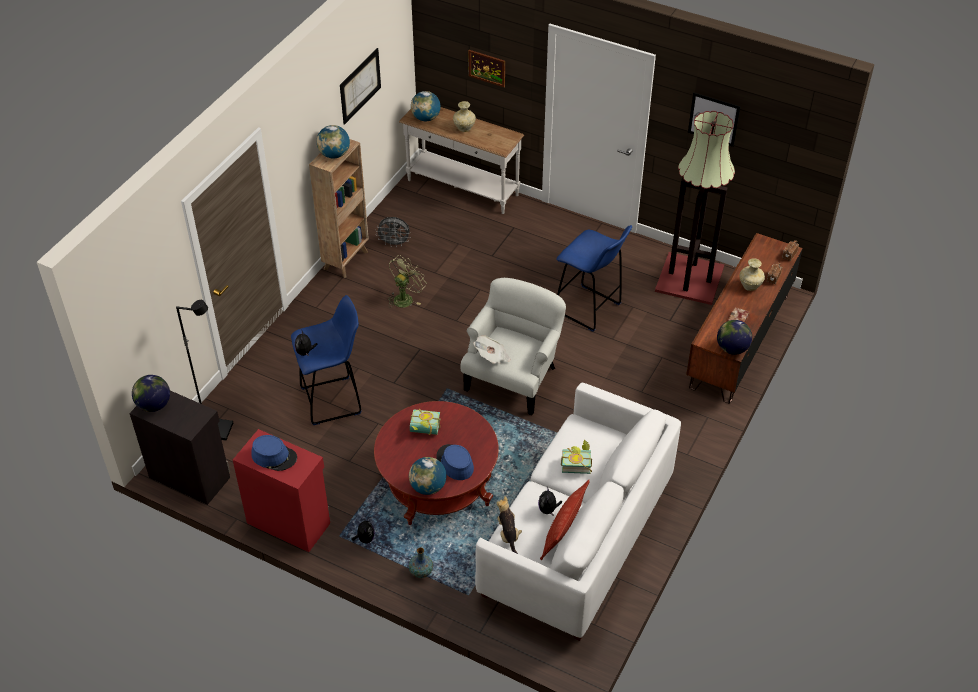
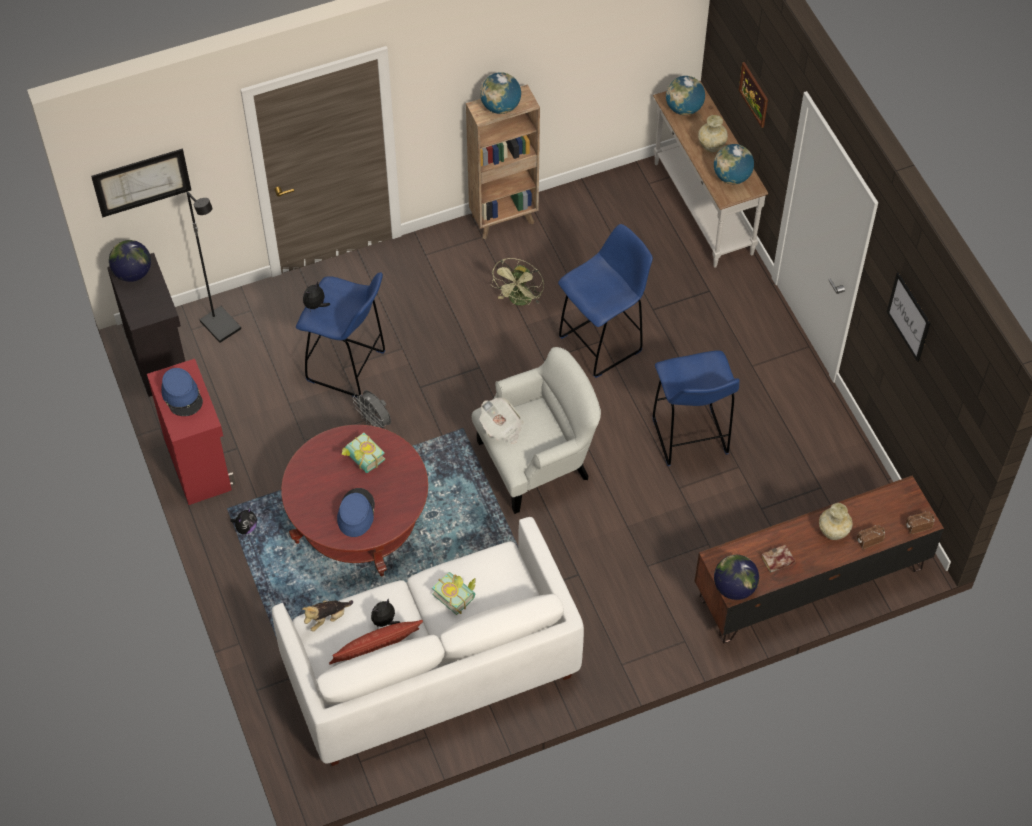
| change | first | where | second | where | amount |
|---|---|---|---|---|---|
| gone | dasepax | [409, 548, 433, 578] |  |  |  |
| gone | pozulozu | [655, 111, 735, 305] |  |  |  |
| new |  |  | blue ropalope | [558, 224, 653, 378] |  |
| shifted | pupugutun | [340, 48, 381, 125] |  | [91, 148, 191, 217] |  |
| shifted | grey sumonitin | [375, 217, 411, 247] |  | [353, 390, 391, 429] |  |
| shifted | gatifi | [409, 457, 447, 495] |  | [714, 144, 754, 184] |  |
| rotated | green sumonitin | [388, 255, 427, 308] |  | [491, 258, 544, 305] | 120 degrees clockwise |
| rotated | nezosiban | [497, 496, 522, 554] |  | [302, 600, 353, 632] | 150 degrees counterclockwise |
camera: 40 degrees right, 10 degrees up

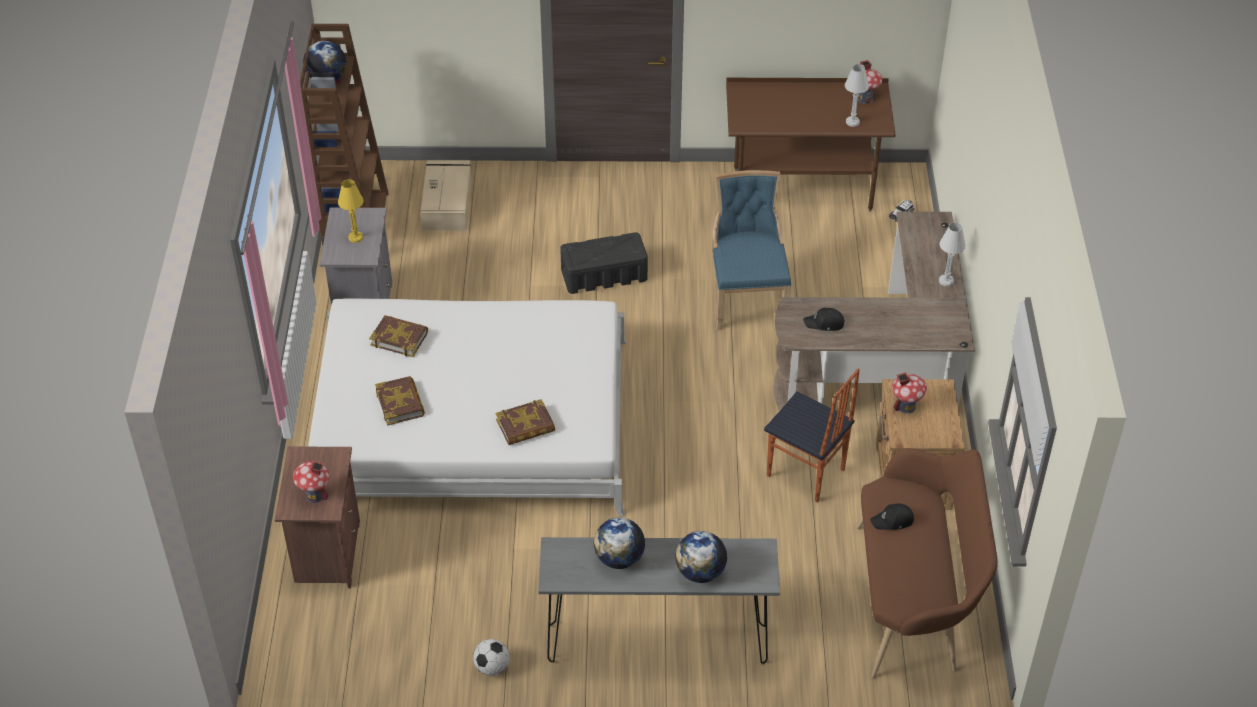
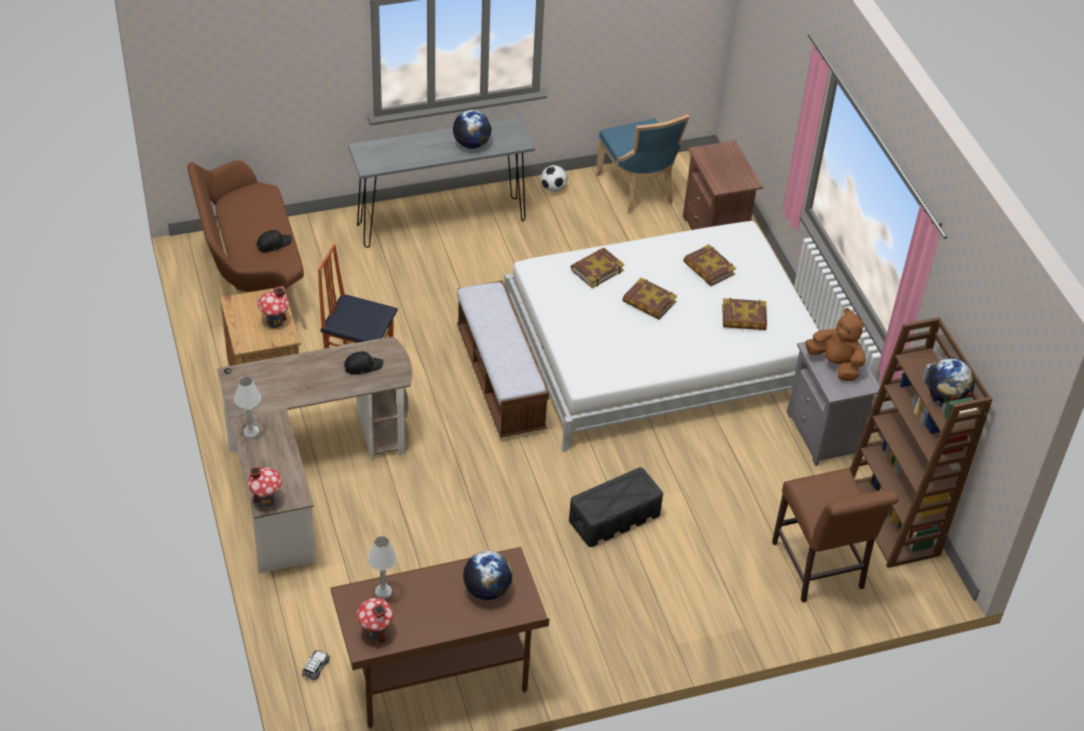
| change | first | where | second | where | amount |
|---|---|---|---|---|---|
| new |  |  | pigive | [457, 280, 549, 438] |  |
| new |  |  | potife | [622, 278, 677, 319] |  |
| shifted | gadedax | [293, 460, 329, 503] |  | [248, 466, 282, 507] |  |
| shifted | gatifi | [675, 531, 727, 583] |  | [463, 551, 513, 600] |  |
| shifted | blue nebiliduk | [713, 170, 791, 330] |  | [595, 114, 690, 214] |  |
| swapped | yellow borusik | [338, 179, 364, 243] | brown nezosiban | [805, 308, 866, 381] |  |
| swapped | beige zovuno | [421, 160, 471, 230] | brown nebiliduk | [772, 468, 899, 603] |  |
camera: 160 degrees right, 0 degrees up

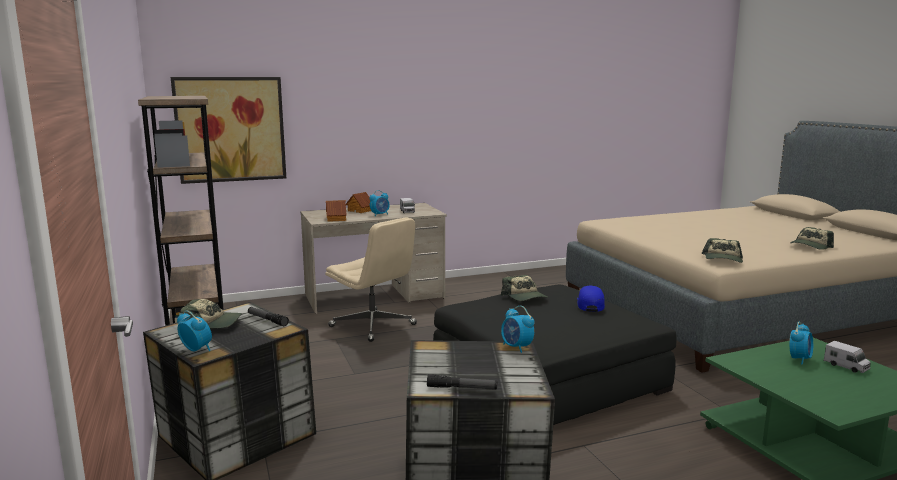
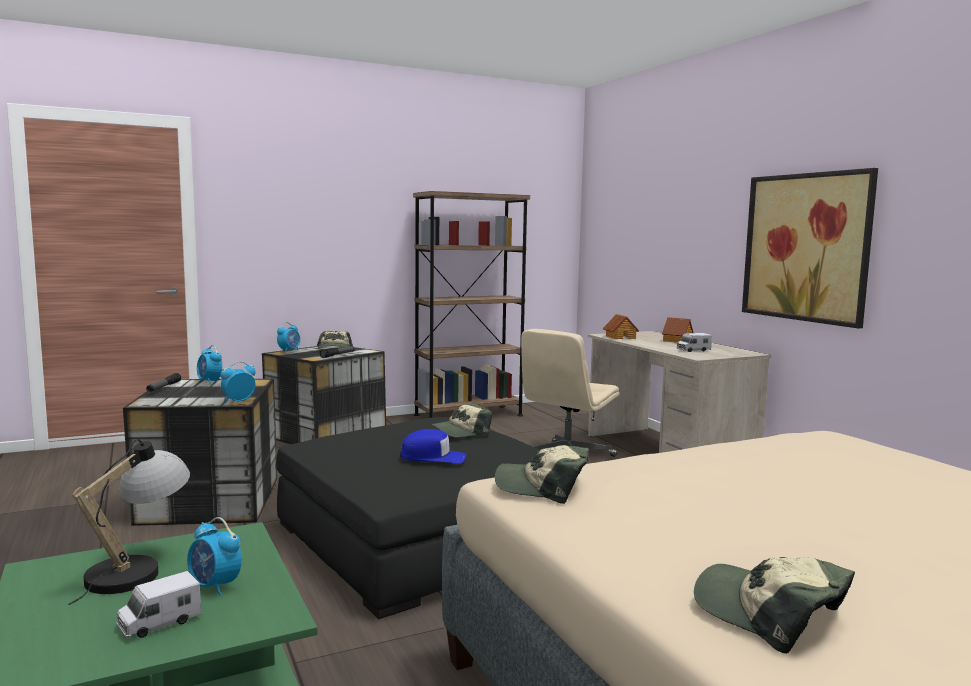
| change | first | where | second | where | amount |
|---|---|---|---|---|---|
| new |  |  | borusik | [68, 439, 190, 605] |  |
| shifted | pupugutun | [171, 77, 286, 184] |  | [742, 168, 878, 329] |  |
| shifted | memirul | [369, 190, 389, 216] |  | [197, 345, 222, 385] |  |
camera: 85 degrees right, 5 degrees down

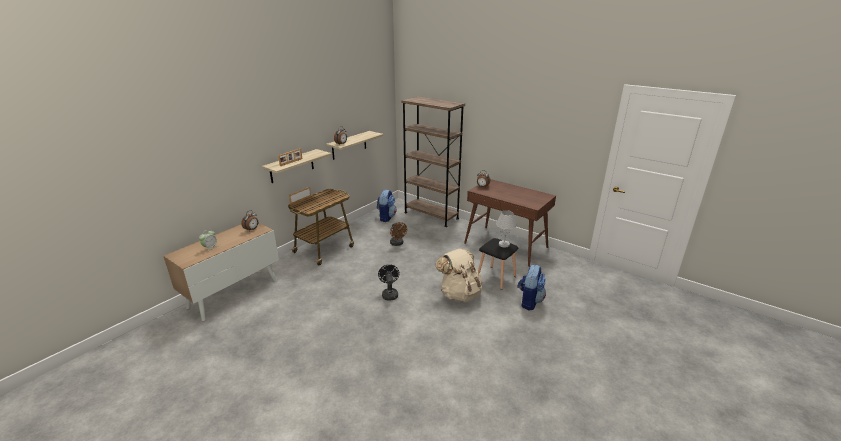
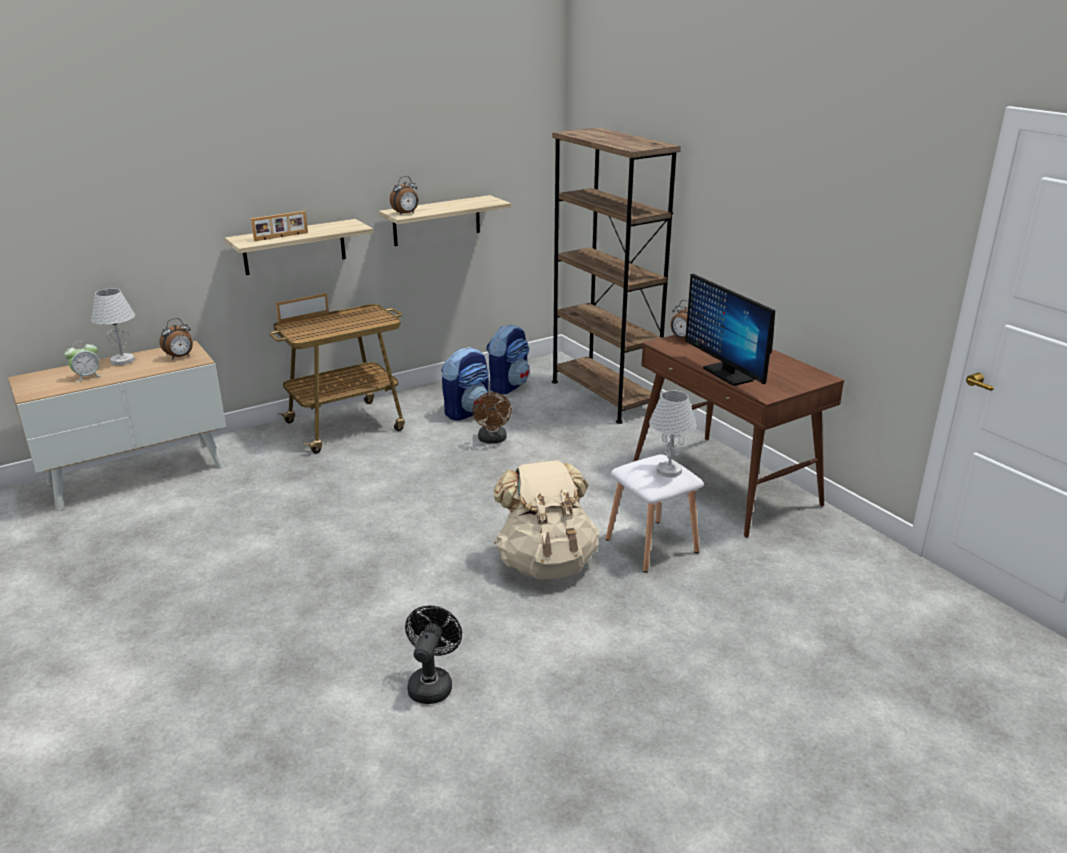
| change | first | where | second | where | amount |
|---|---|---|---|---|---|
| new |  |  | white borusik | [91, 288, 135, 365] |  |
| new |  |  | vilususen | [685, 274, 775, 386] |  |
| shifted | black sumonitin | [378, 264, 400, 300] |  | [405, 606, 462, 704] |  |
| shifted | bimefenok | [517, 265, 546, 310] |  | [441, 347, 489, 421] |  |
| repainted | black ropalope | [478, 238, 518, 290] | white ropalope | [606, 454, 703, 573] |  |
camera: 20 degrees right, 0 degrees up

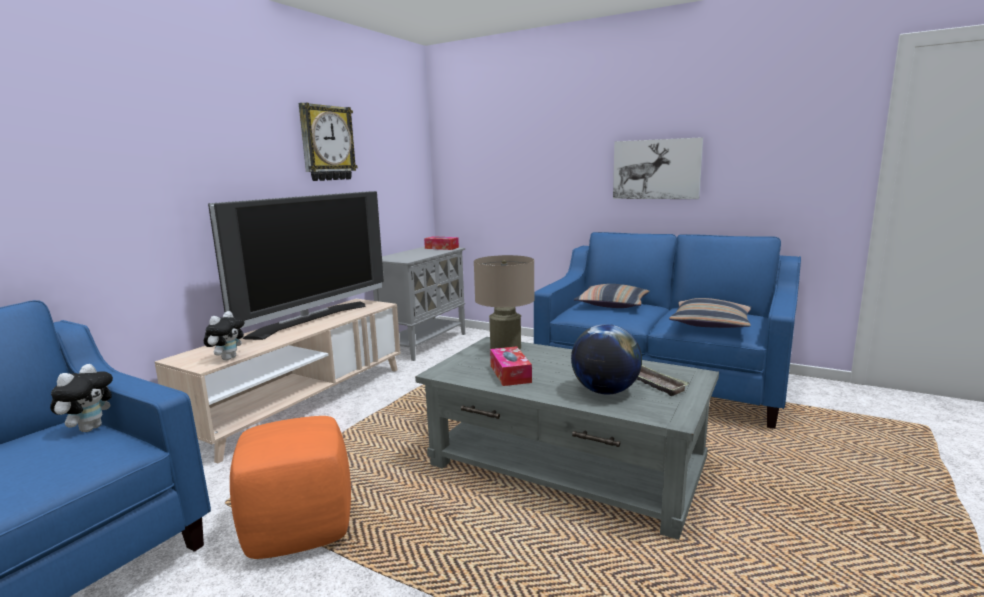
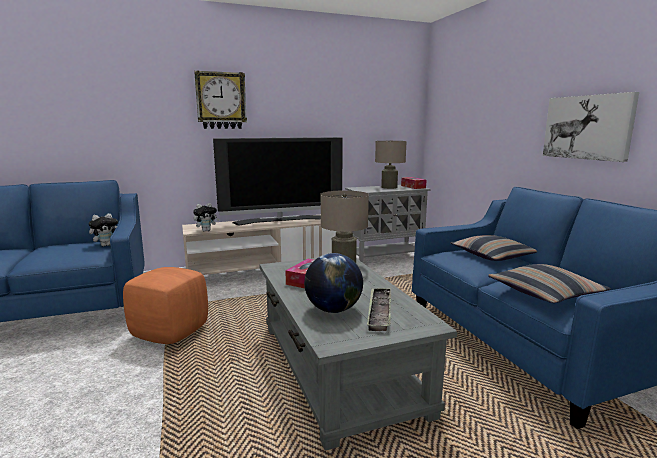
| change | first | where | second | where | amount |
|---|---|---|---|---|---|
| new |  |  | beige borusik | [375, 141, 407, 189] |  |
| shifted | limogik | [299, 103, 358, 181] |  | [194, 70, 247, 129] |  |
camera: 40 degrees right, 0 degrees up

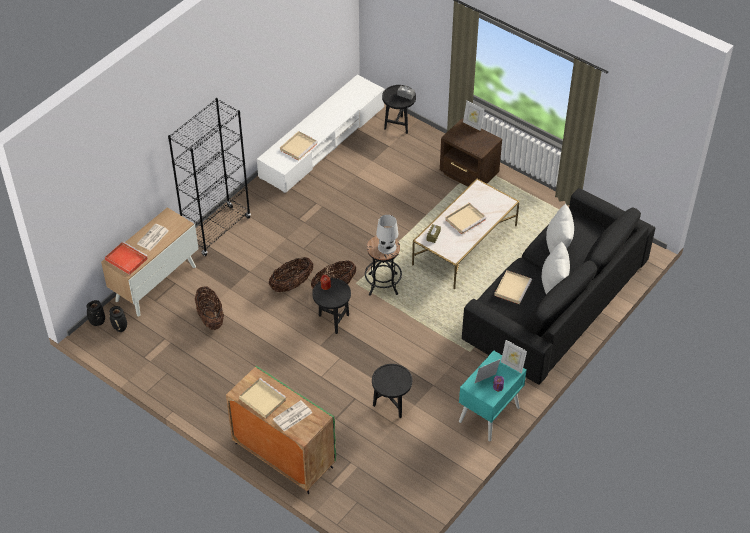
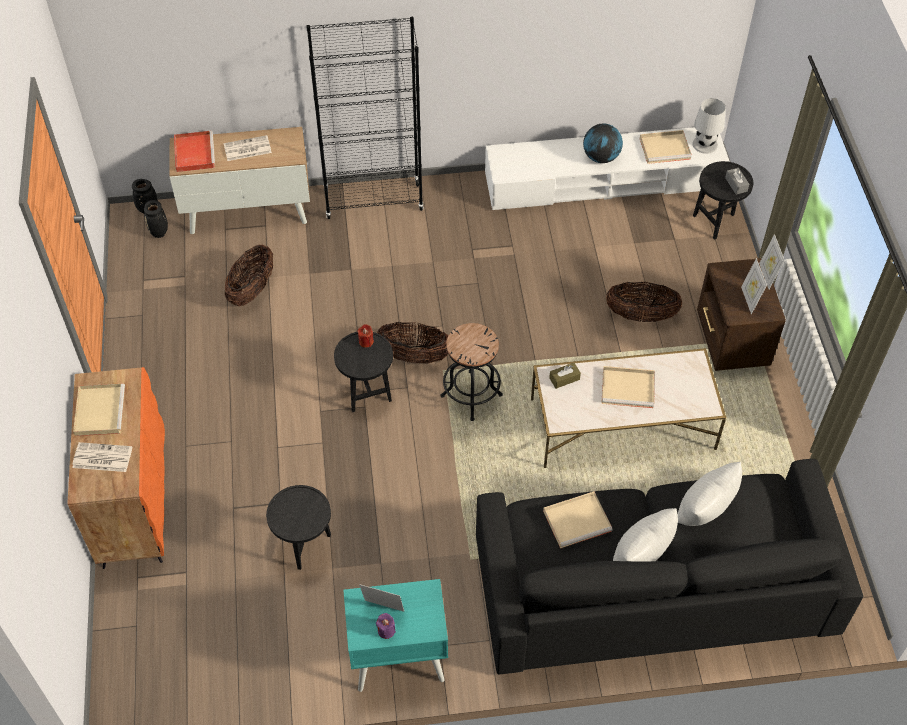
| change | first | where | second | where | amount |
|---|---|---|---|---|---|
| new |  |  | gatifi | [583, 124, 623, 163] |  |
| shifted | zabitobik | [269, 257, 313, 292] |  | [606, 282, 682, 322] |  |
| shifted | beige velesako | [280, 131, 318, 160] |  | [640, 130, 692, 164] |  |
| shifted | white borusik | [376, 215, 398, 254] |  | [692, 98, 726, 154] |  |
| shifted | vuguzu | [501, 340, 527, 373] |  | [741, 258, 767, 314] |  |
| repainted | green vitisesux | [226, 366, 336, 494] | orange vitisesux | [67, 367, 165, 569] |  |
camera: 45 degrees right, 5 degrees up

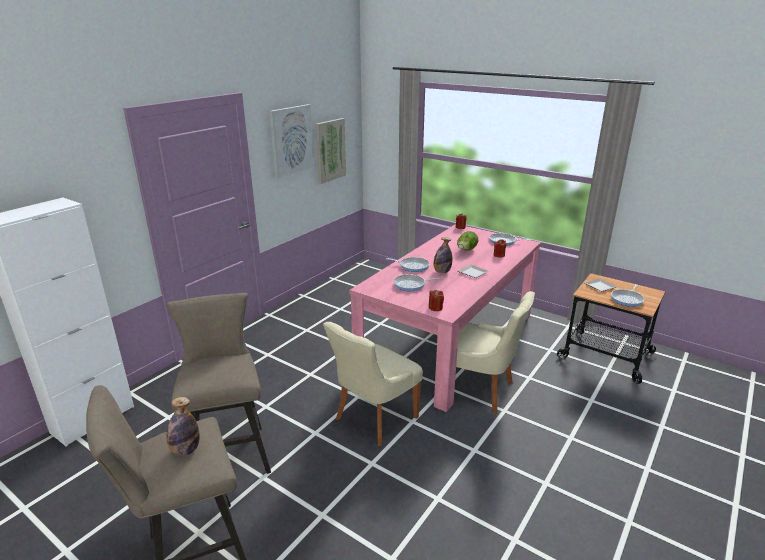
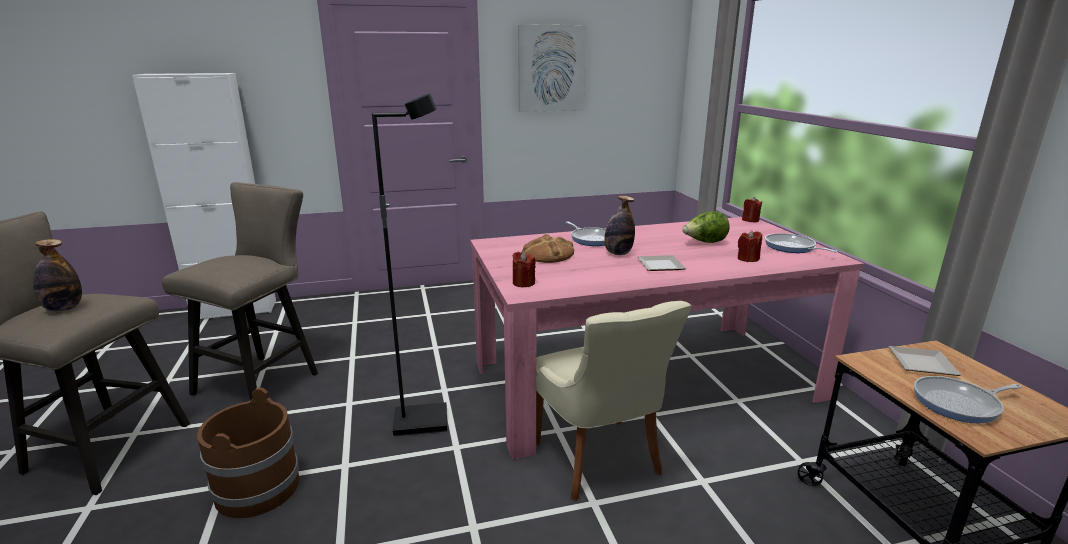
| change | first | where | second | where | amount |
|---|---|---|---|---|---|
| gone | pupugutun | [315, 118, 346, 184] |  |  |  |
| new |  |  | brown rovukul | [197, 388, 300, 518] |  |
| swapped | beige nebiliduk | [323, 322, 423, 446] | black pozulozu | [372, 93, 447, 436] |  |
| swapped | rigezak | [394, 274, 441, 291] | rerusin | [522, 234, 574, 263] |  |
camera: 40 degrees right, 5 degrees down

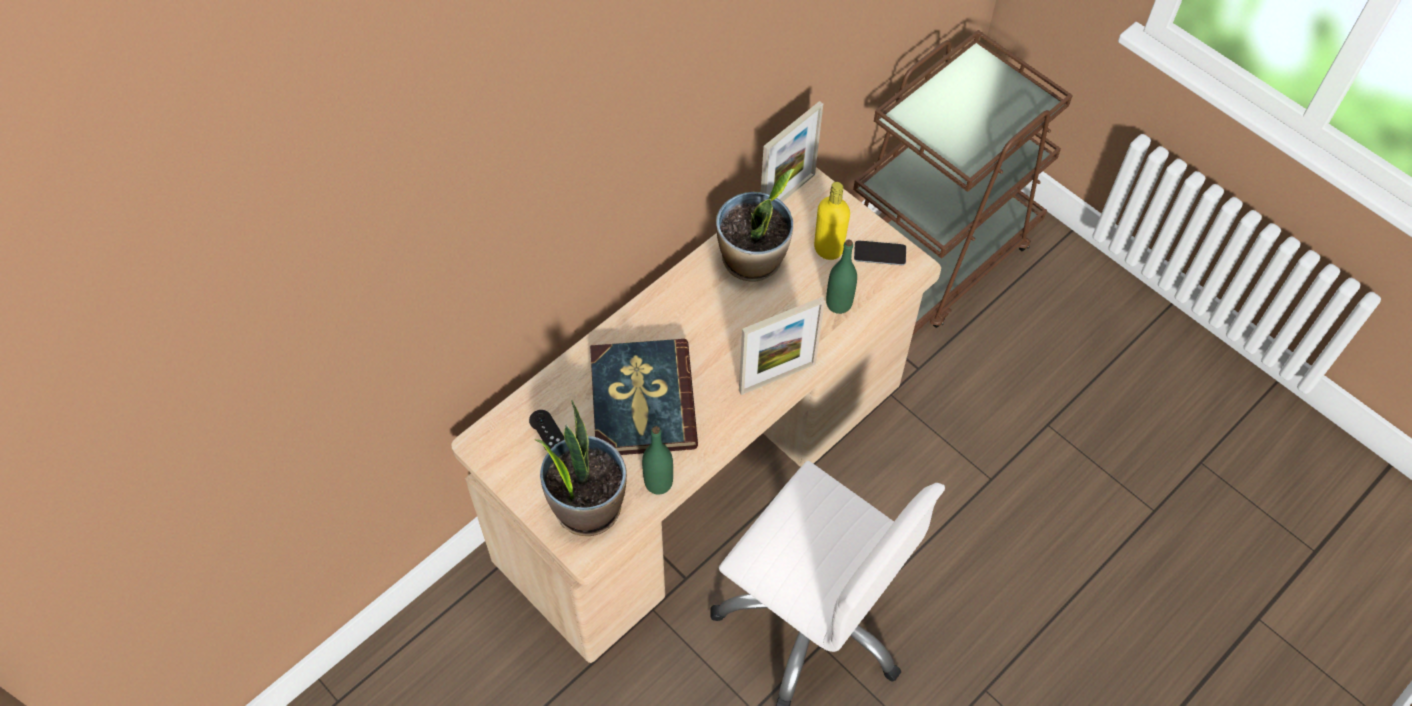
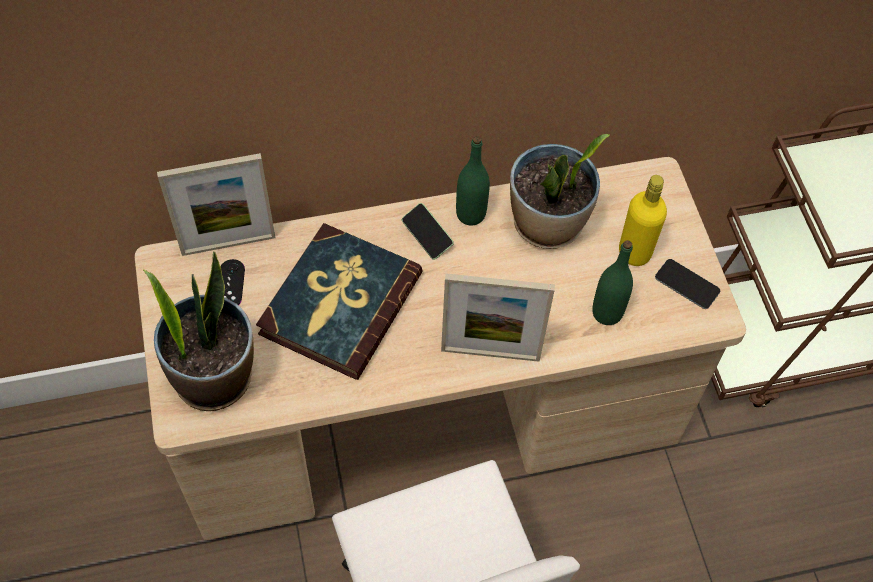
| change | first | where | second | where | amount |
|---|---|---|---|---|---|
| new |  |  | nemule | [402, 203, 454, 260] |  |
| shifted | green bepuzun | [642, 426, 673, 494] |  | [456, 136, 490, 226] |  |
| shifted | vuguzu | [761, 101, 823, 202] |  | [157, 153, 275, 256] |  |
camera: 30 degrees right, 0 degrees up

